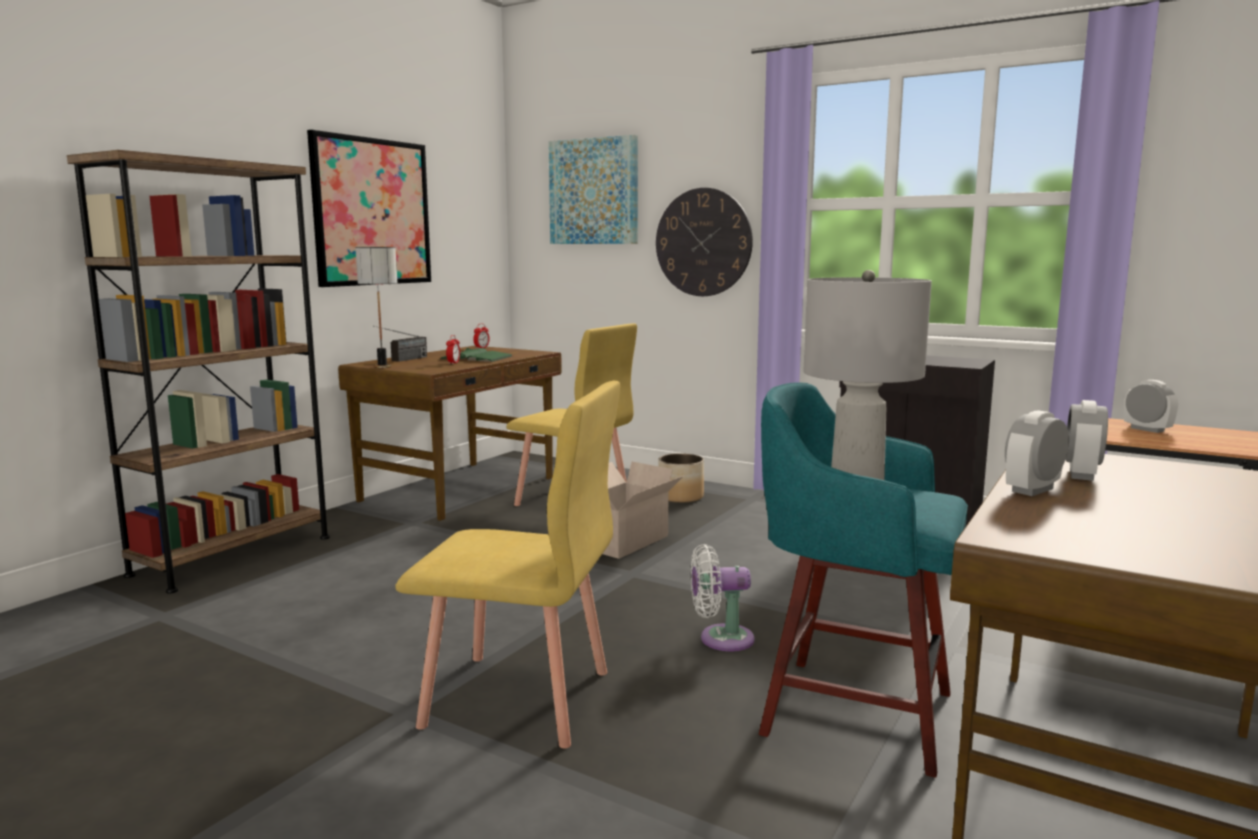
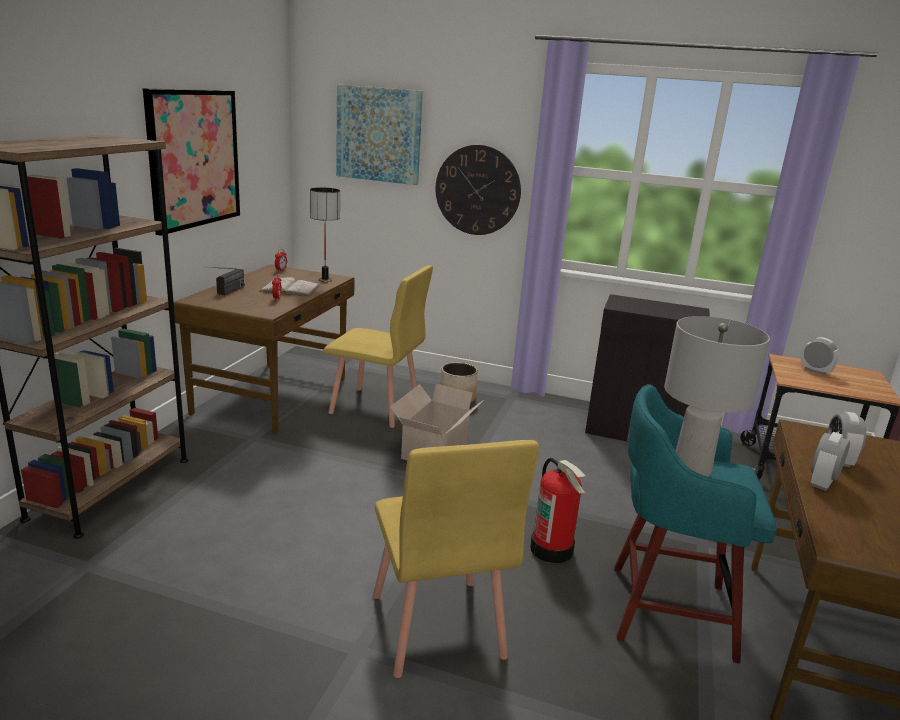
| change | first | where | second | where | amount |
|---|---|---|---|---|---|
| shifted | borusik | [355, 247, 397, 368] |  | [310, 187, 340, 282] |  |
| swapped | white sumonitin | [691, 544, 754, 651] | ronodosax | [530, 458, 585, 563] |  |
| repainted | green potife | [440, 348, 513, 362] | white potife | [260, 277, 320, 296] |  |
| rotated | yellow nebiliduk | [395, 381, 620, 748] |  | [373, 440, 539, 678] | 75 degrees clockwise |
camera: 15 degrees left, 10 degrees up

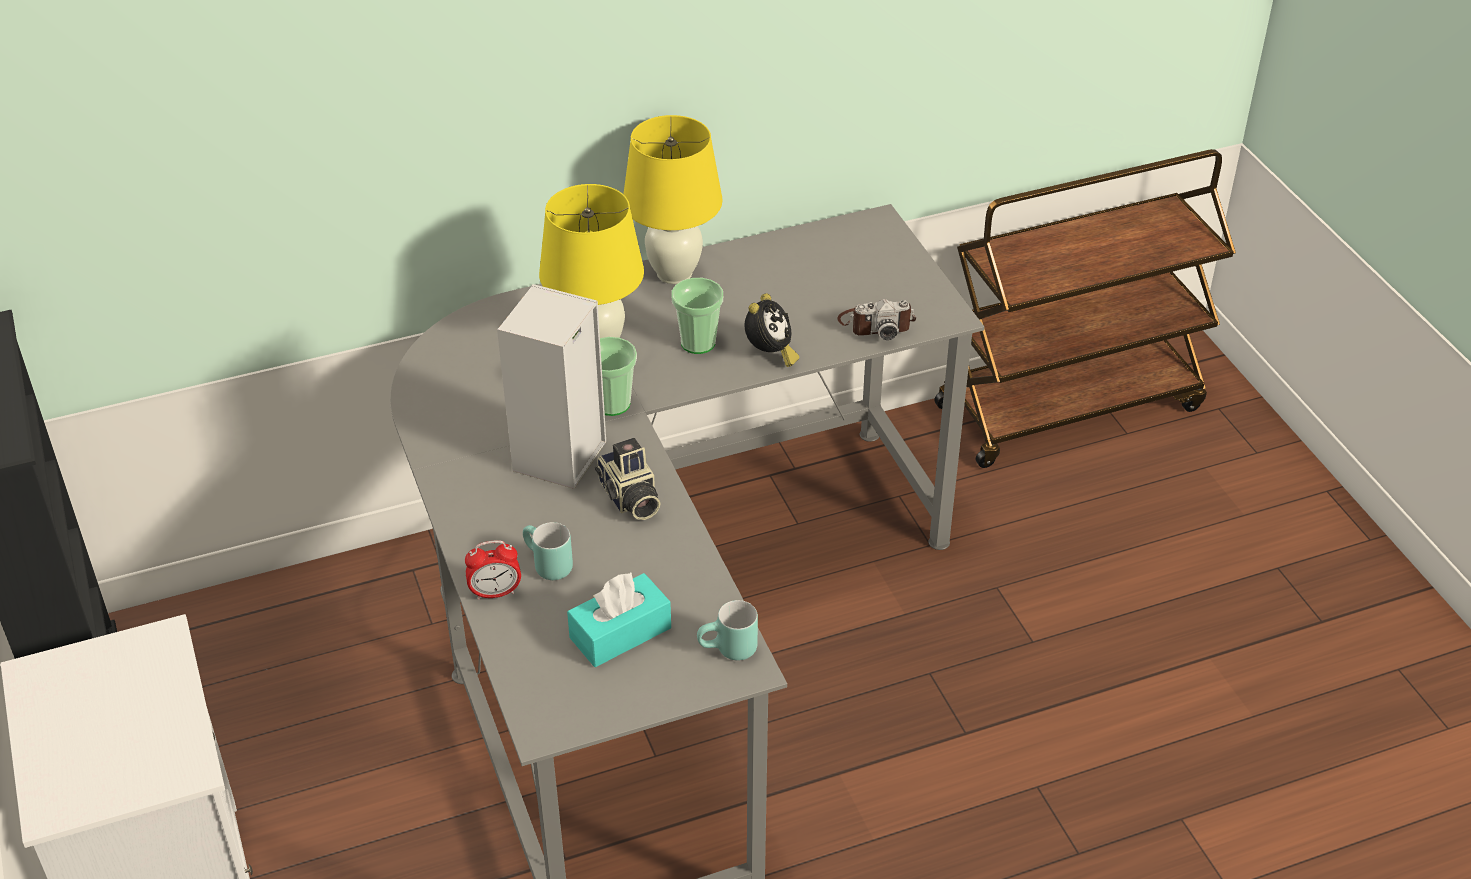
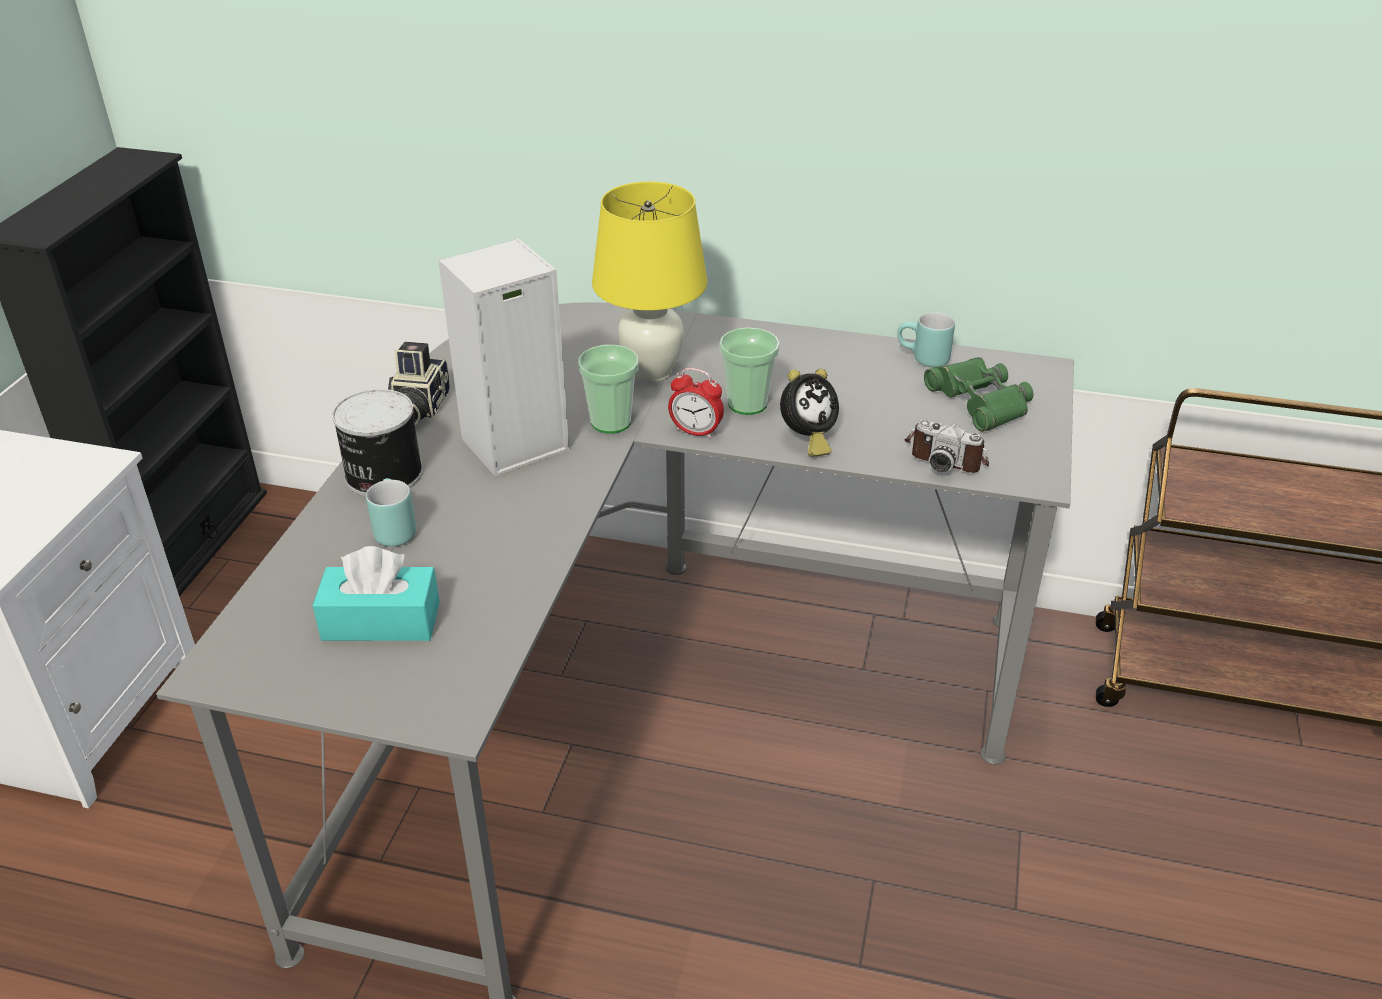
| change | first | where | second | where | amount |
|---|---|---|---|---|---|
| gone | yellow borusik | [623, 115, 723, 284] |  |  |  |
| new |  |  | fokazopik | [332, 389, 423, 496] |  |
| new |  |  | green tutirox | [924, 357, 1033, 432] |  |
| shifted | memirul | [465, 540, 521, 600] |  | [668, 368, 724, 439] |  |
| shifted | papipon | [595, 438, 661, 520] |  | [388, 342, 450, 425] |  |
| shifted | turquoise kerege | [697, 600, 758, 661] |  | [897, 312, 955, 368] |  |
camera: 35 degrees right, 5 degrees down

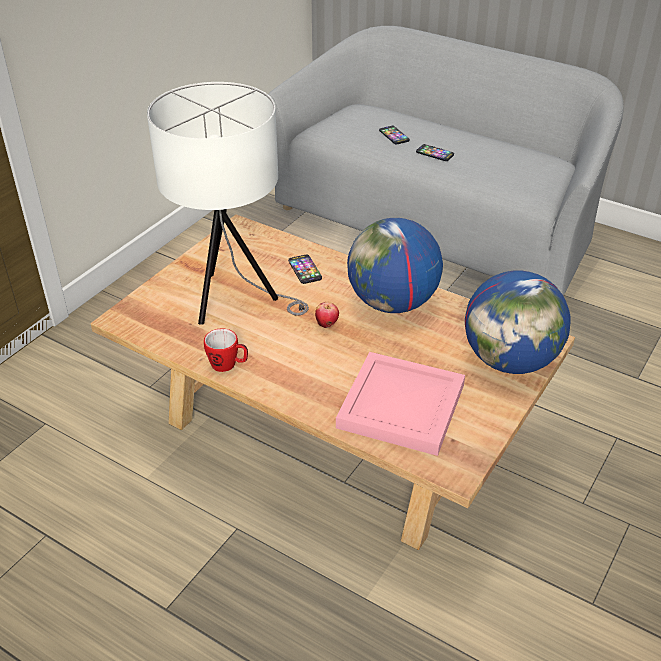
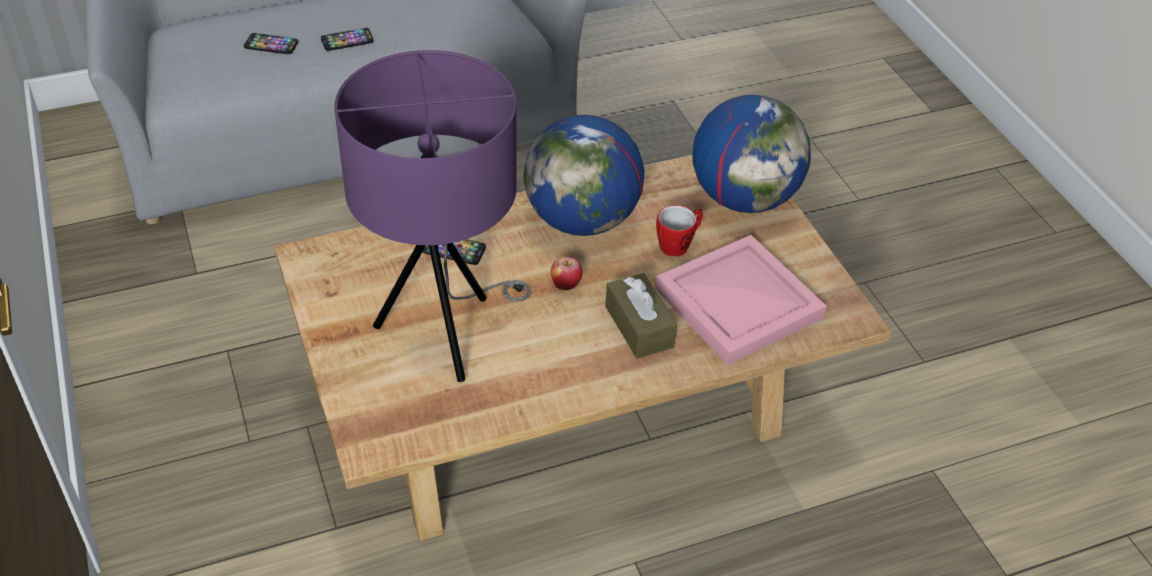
| change | first | where | second | where | amount |
|---|---|---|---|---|---|
| new |  |  | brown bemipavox | [605, 273, 677, 359] |  |
| shifted | kerege | [204, 328, 248, 372] |  | [656, 205, 703, 257] |  |
| repainted | white borusik | [147, 82, 309, 325] | purple borusik | [334, 50, 531, 382] |  |
camera: 55 degrees left, 5 degrees up

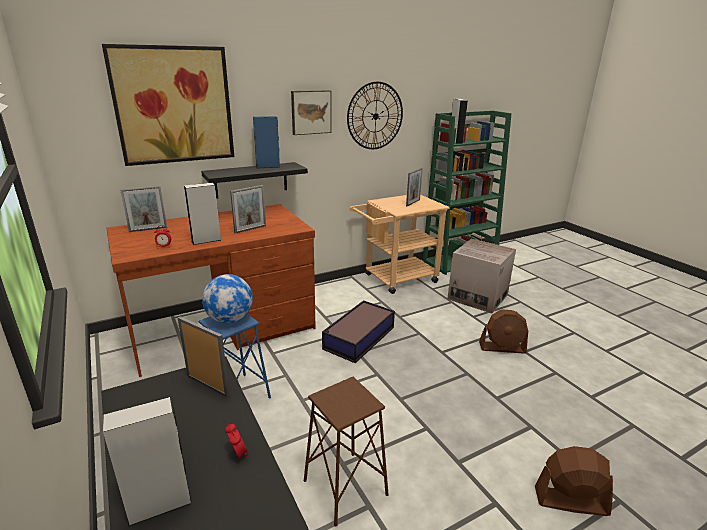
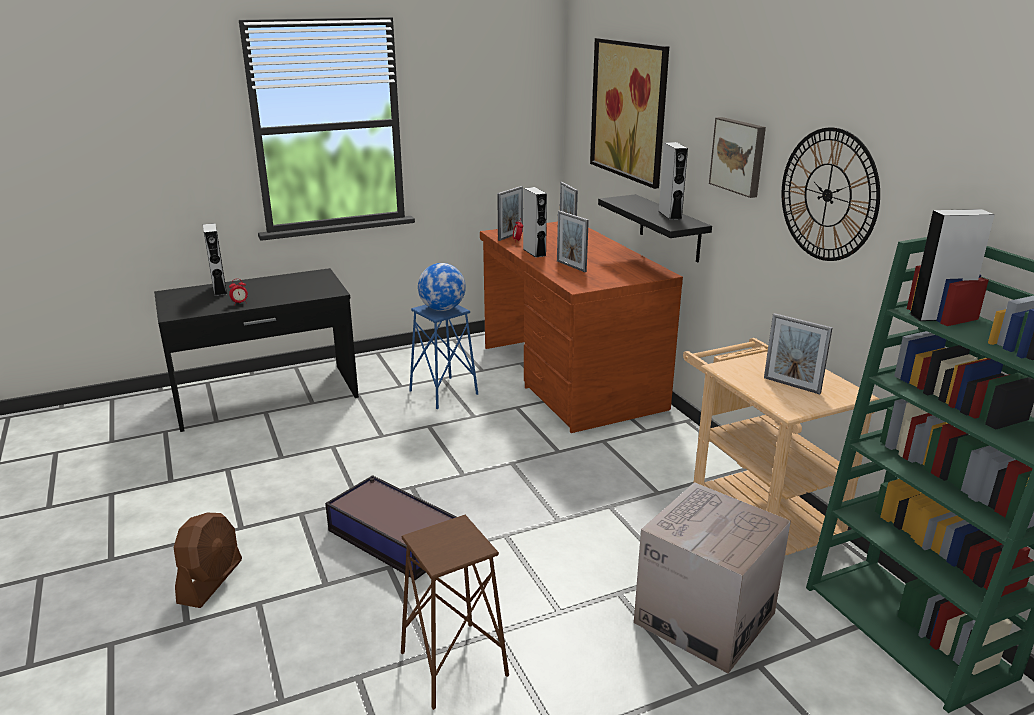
| change | first | where | second | where | amount |
|---|---|---|---|---|---|
| gone | brown sumonitin | [479, 309, 528, 354] |  |  |  |
| shifted | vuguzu | [178, 316, 230, 397] |  | [497, 186, 523, 241] |  |
| shifted | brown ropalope | [304, 377, 389, 527] |  | [401, 515, 509, 710] |  |
| shifted | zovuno | [322, 300, 395, 363] |  | [325, 475, 457, 580] |  |
| repainted | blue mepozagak | [253, 116, 280, 168] | grey mepozagak | [658, 142, 688, 220] |  |
camera: 95 degrees right, 0 degrees up

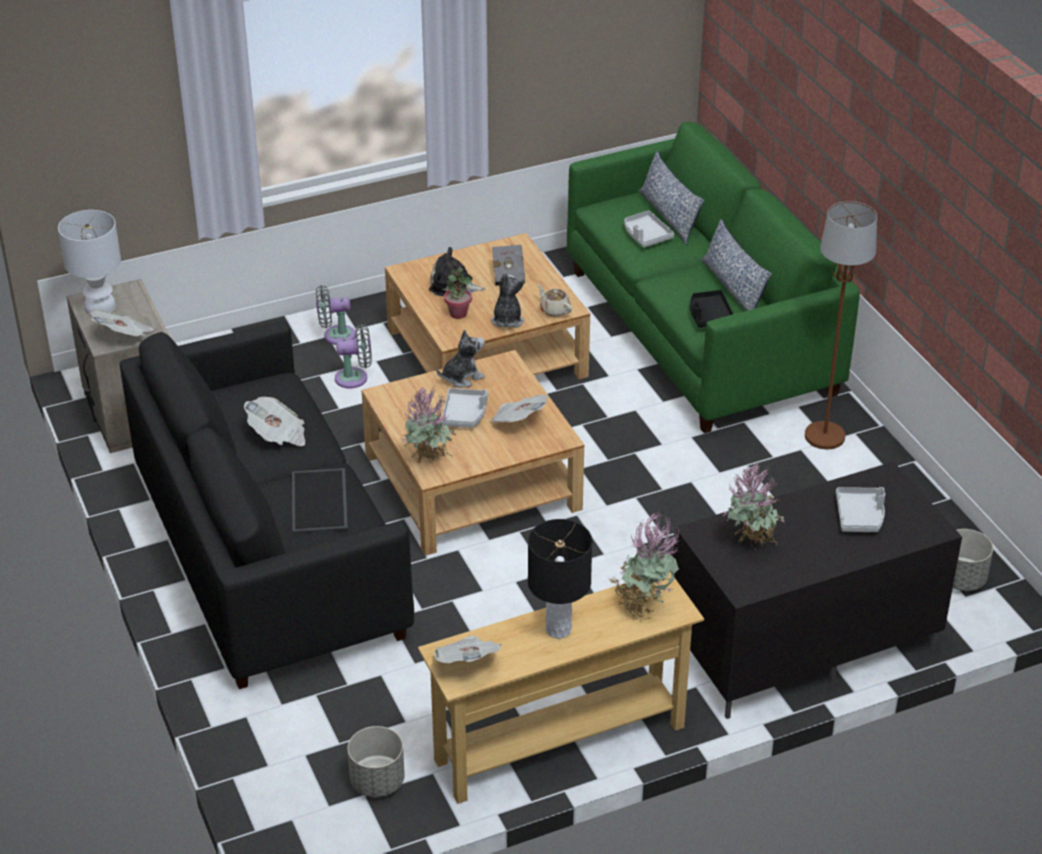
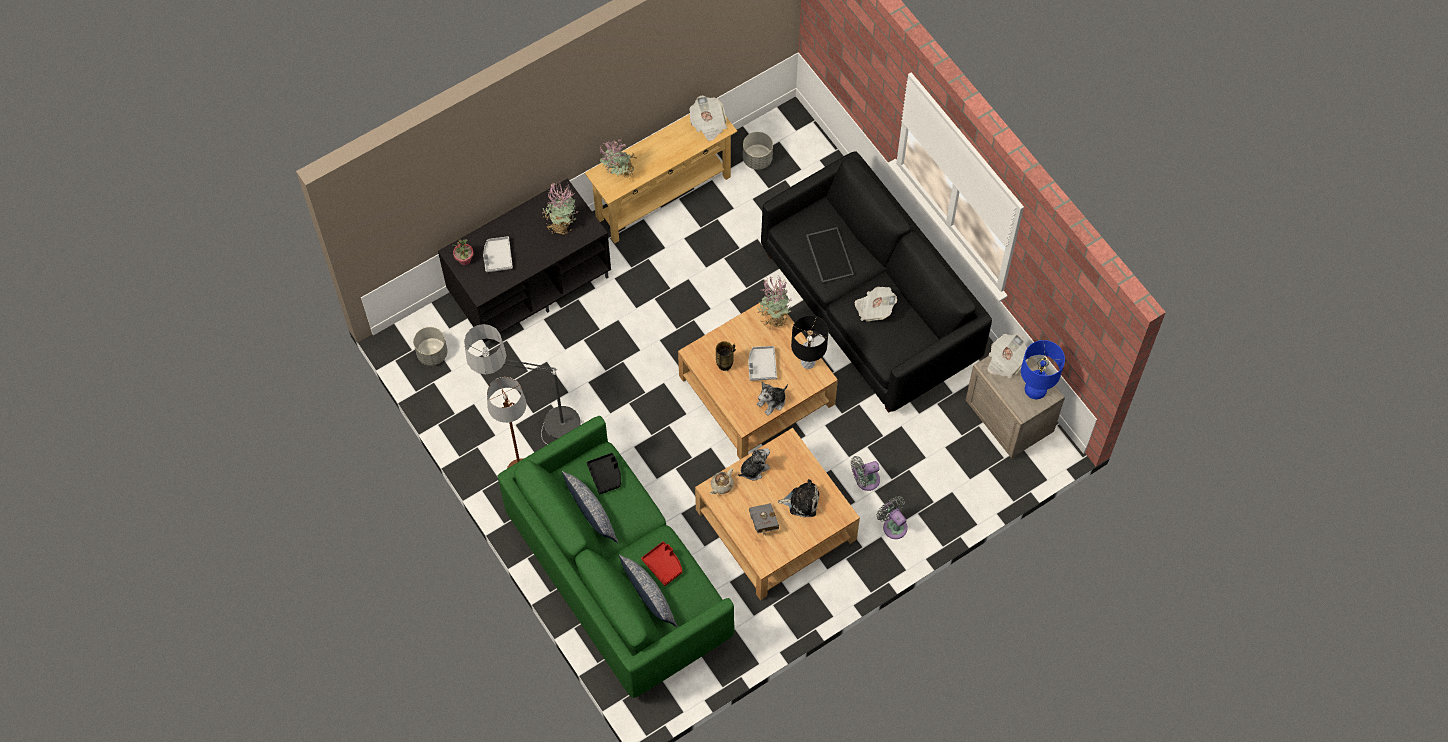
| change | first | where | second | where | amount |
|---|---|---|---|---|---|
| new |  |  | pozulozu | [464, 324, 584, 445] |  |
| shifted | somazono | [444, 268, 472, 319] |  | [453, 238, 474, 265] |  |
| shifted | black borusik | [528, 519, 592, 639] |  | [791, 315, 829, 369] |  |
| swapped | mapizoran | [490, 395, 549, 423] | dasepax | [716, 341, 736, 371] |  |
| repainted | white borusik | [58, 210, 121, 314] | blue borusik | [1021, 340, 1065, 399] |  |
| repainted | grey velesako | [624, 210, 674, 247] | red velesako | [641, 541, 682, 586] |  |
| rotated | grey sumonitin | [316, 285, 356, 345] |  | [877, 496, 908, 539] | 105 degrees counterclockwise |
| rotated | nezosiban | [491, 273, 525, 328] |  | [738, 448, 770, 480] | 120 degrees counterclockwise |
| rotated | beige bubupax | [537, 284, 572, 317] |  | [710, 468, 734, 494] | 90 degrees clockwise |
camera: 170 degrees right, 25 degrees up

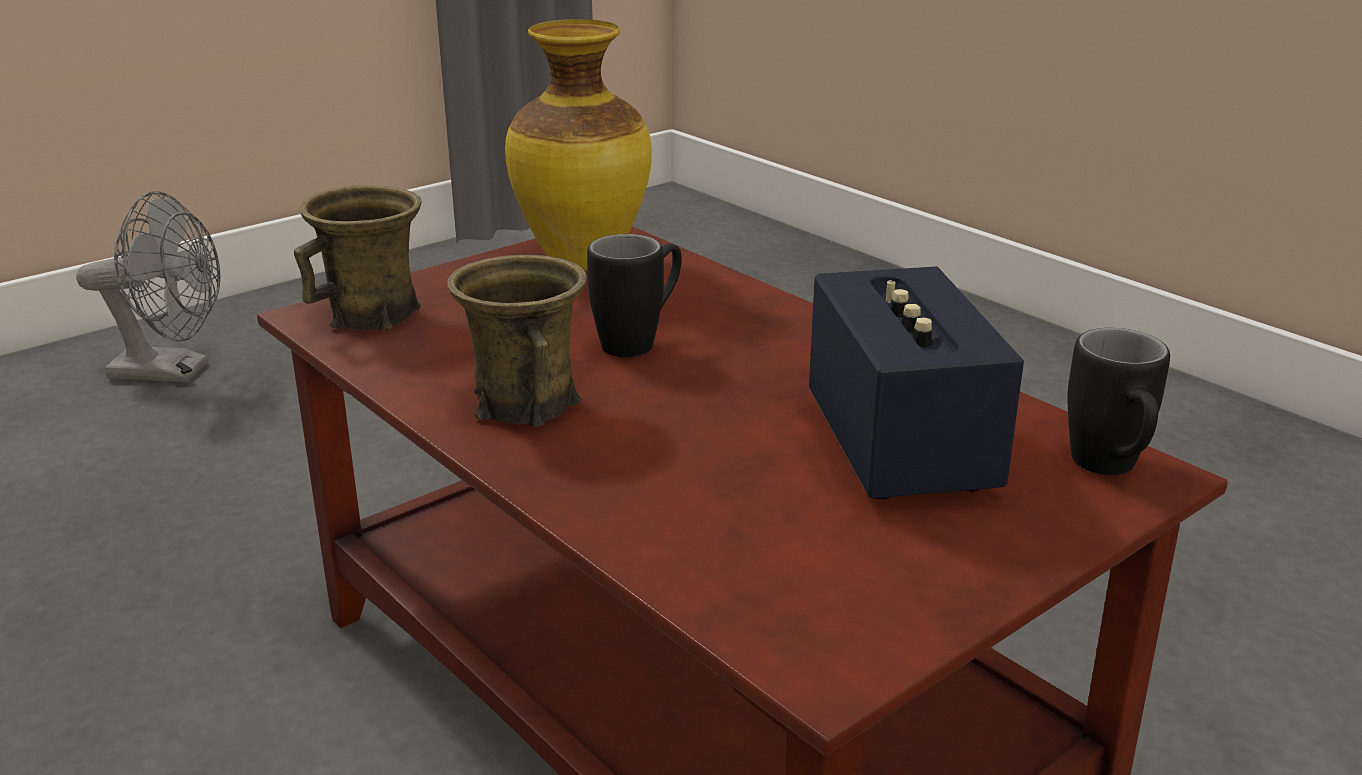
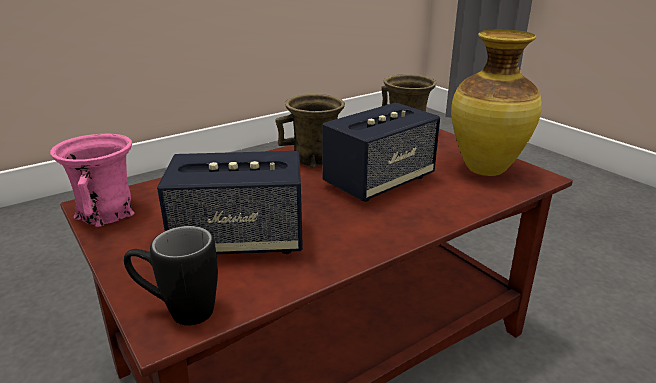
| change | first | where | second | where | amount |
|---|---|---|---|---|---|
| gone | grey sumonitin | [76, 191, 220, 383] |  |  |  |
| new |  |  | pink kerege | [50, 134, 135, 227] |  |
| swapped | black kerege | [587, 234, 682, 357] | mepozagak | [322, 103, 440, 202] |  |
camera: 95 degrees right, 0 degrees up

